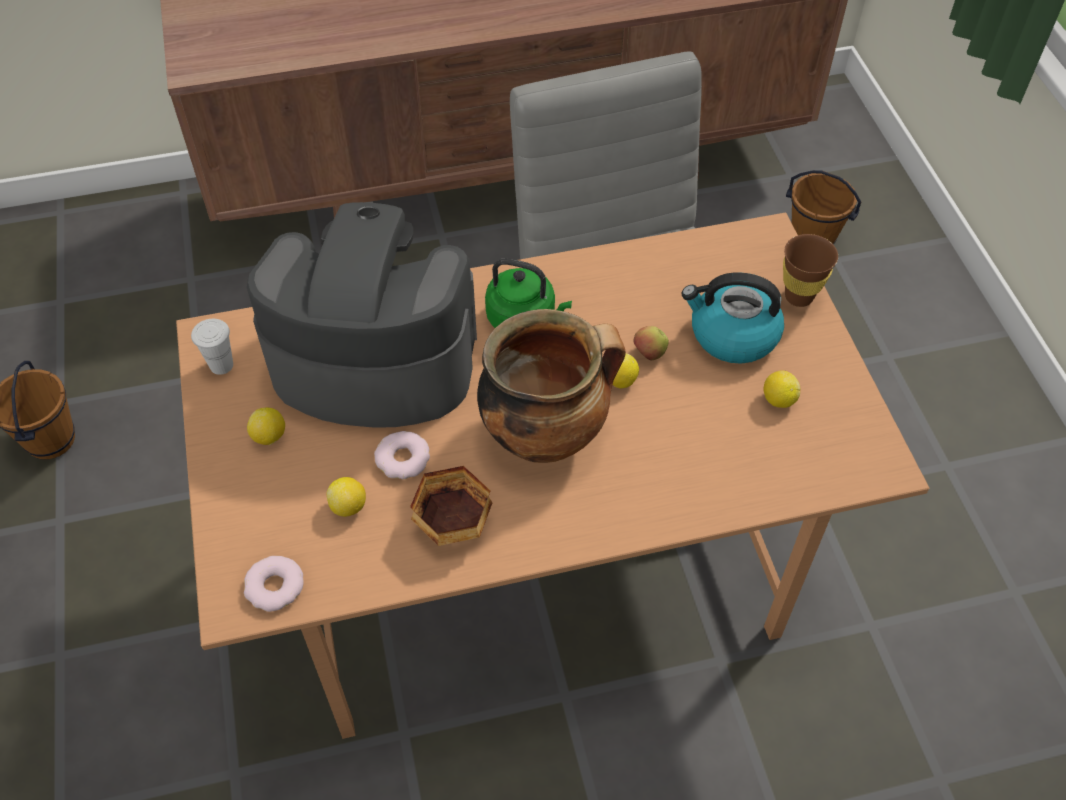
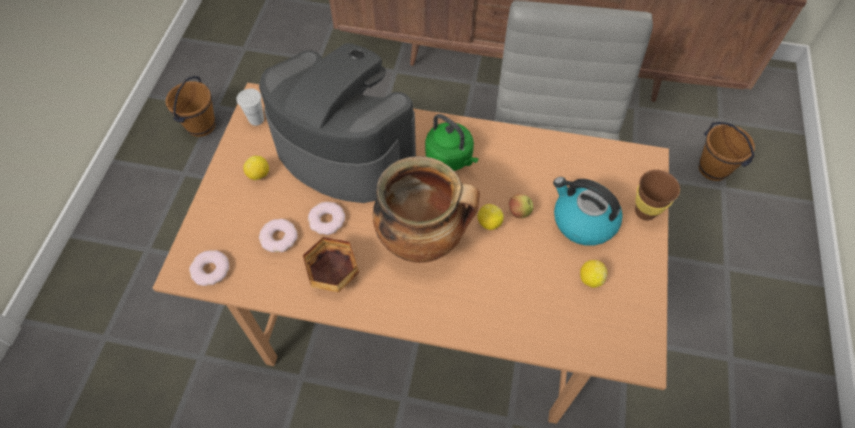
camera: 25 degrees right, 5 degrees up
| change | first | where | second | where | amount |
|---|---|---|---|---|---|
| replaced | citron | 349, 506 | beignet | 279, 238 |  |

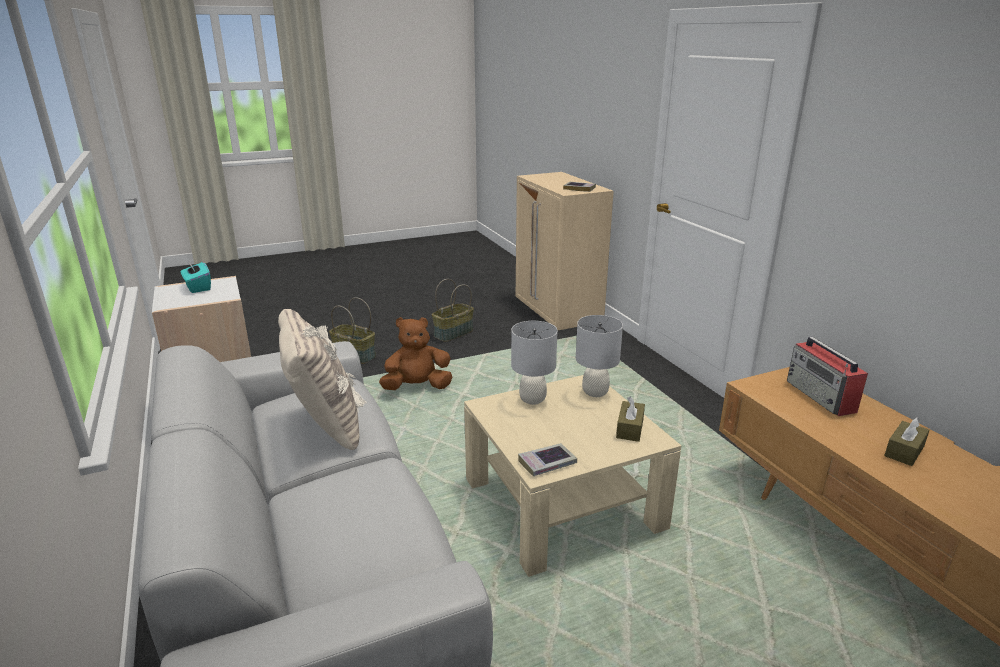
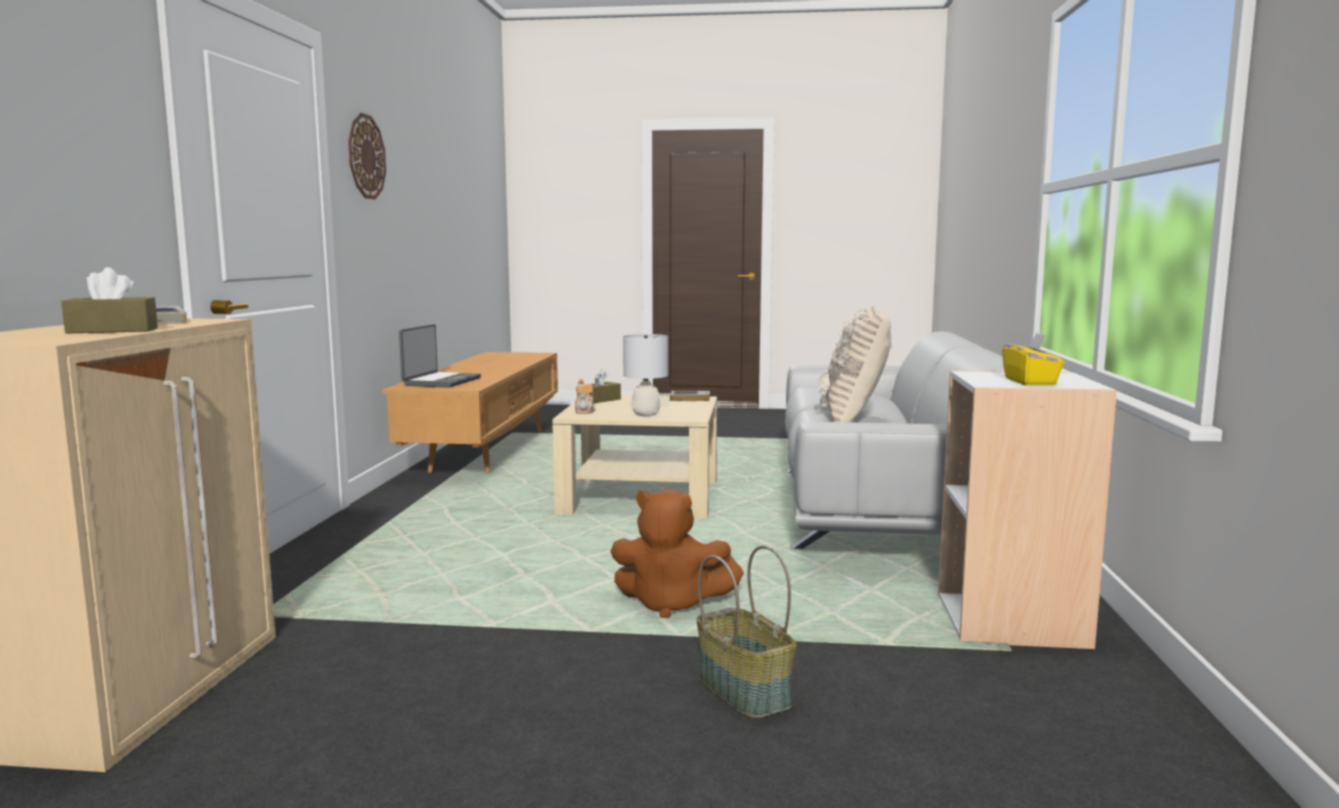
camera: 150 degrees left, 15 degrees down
| change | first | where | second | where | amount |
|---|---|---|---|---|---|
| moved | boîte à mouchoirs/marron | 904, 451 |  | 112, 330 |  |
| added |  |  | horloge murale | 366, 156 |  |
| replaced | radio | 821, 396 | ordinateur portable | 441, 381 |  |
| replaced | lampe de table/gris | 595, 394 | théière | 584, 411 |  |
| recoloured | boîte à mouchoirs/turquoise | 198, 287 | boîte à mouchoirs/jaune | 1030, 382 |  |
| removed | panier | 453, 333 |  |  |  |

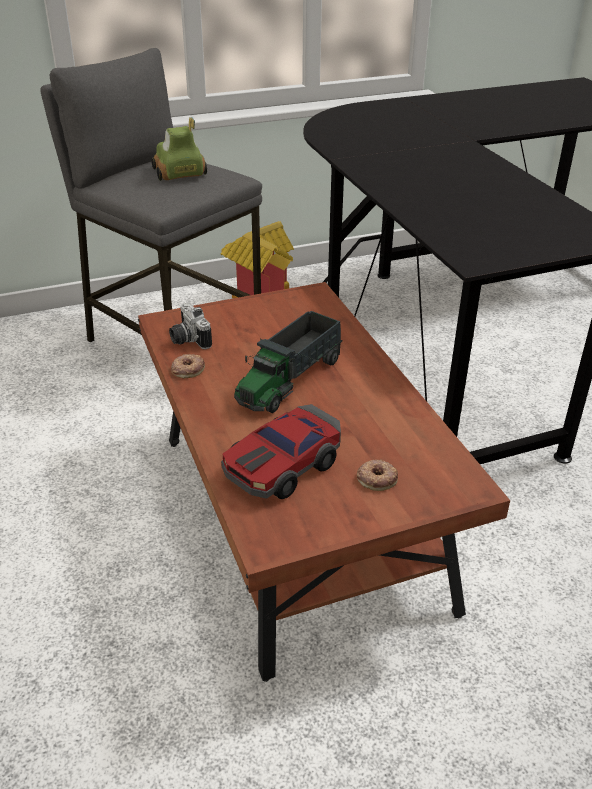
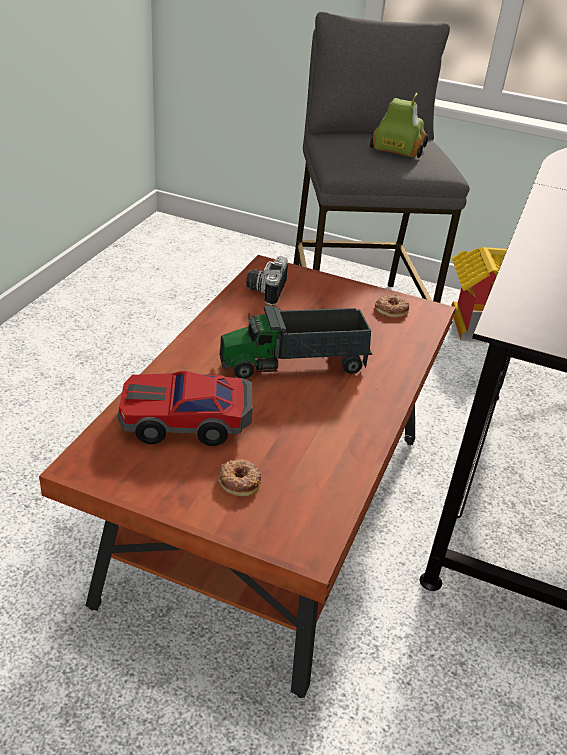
camera: 40 degrees right, 0 degrees up
| change | first | where | second | where | amount |
|---|---|---|---|---|---|
| moved | beignet | 187, 369 |  | 391, 309 |  |

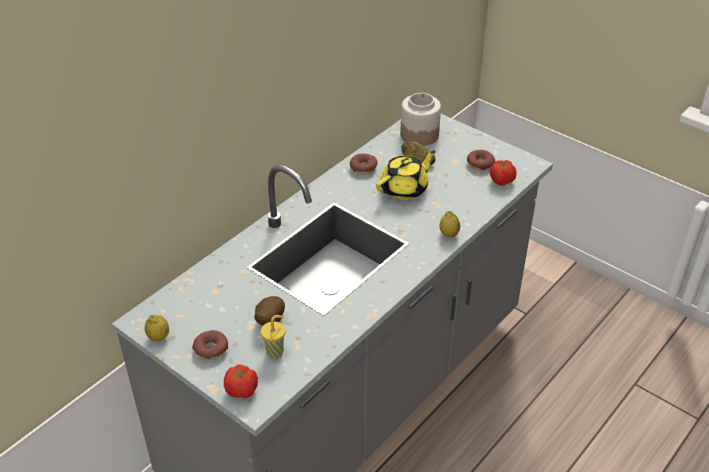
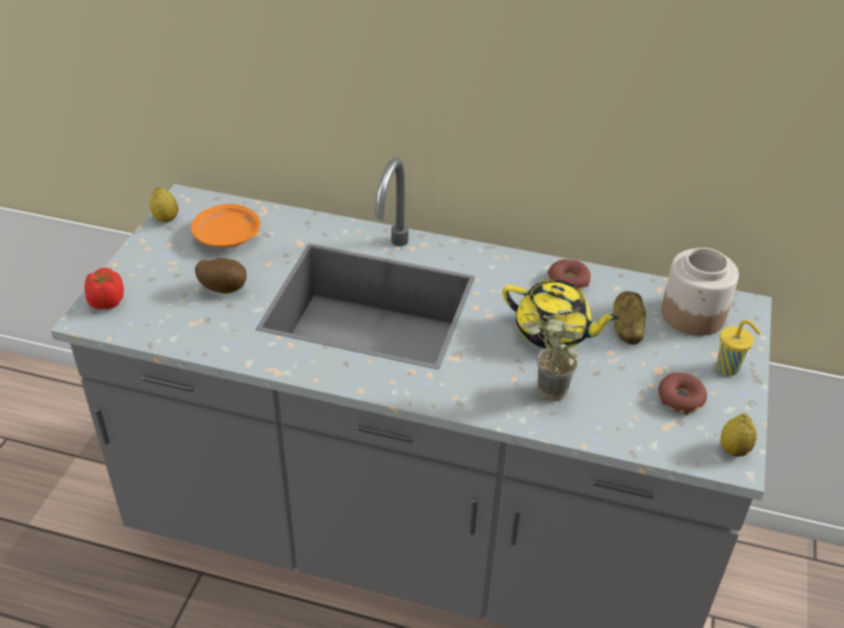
camera: 65 degrees right, 0 degrees up
| change | first | where | second | where | amount |
|---|---|---|---|---|---|
| added |  |  | assiette/orange | 227, 237 |  |
| added |  |  | plante en pot | 543, 393 |  |
| moved | tasse/jaune | 275, 351 |  | 729, 369 |  |
| moved | citron | 449, 234 |  | 733, 450 |  |
| removed | beignet | 211, 349 |  |  |  |
| removed | tomate | 502, 181 |  |  |  |

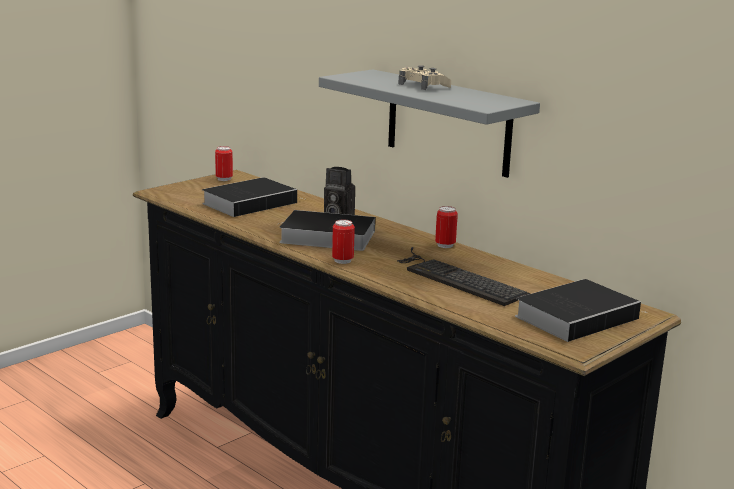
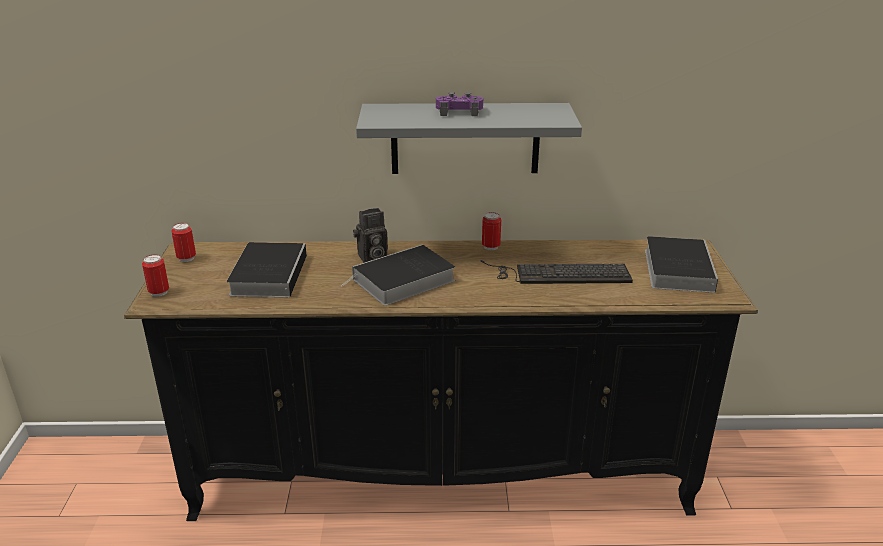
camera: 45 degrees left, 10 degrees up
| change | first | where | second | where | amount |
|---|---|---|---|---|---|
| moved | boîte métallique | 342, 260 |  | 159, 292 |  |
| recoloured | manette/beige | 423, 86 | manette/violet | 459, 111 |  |

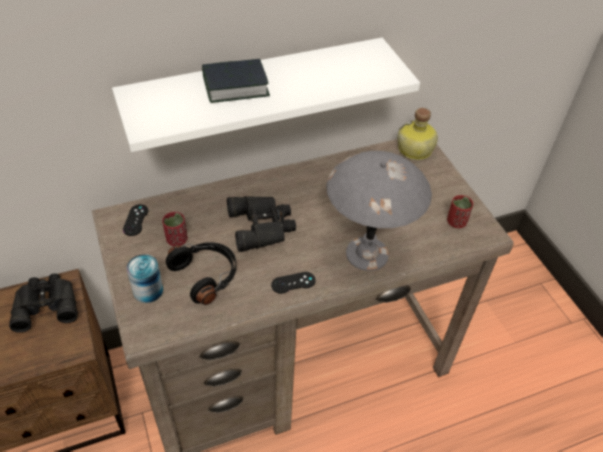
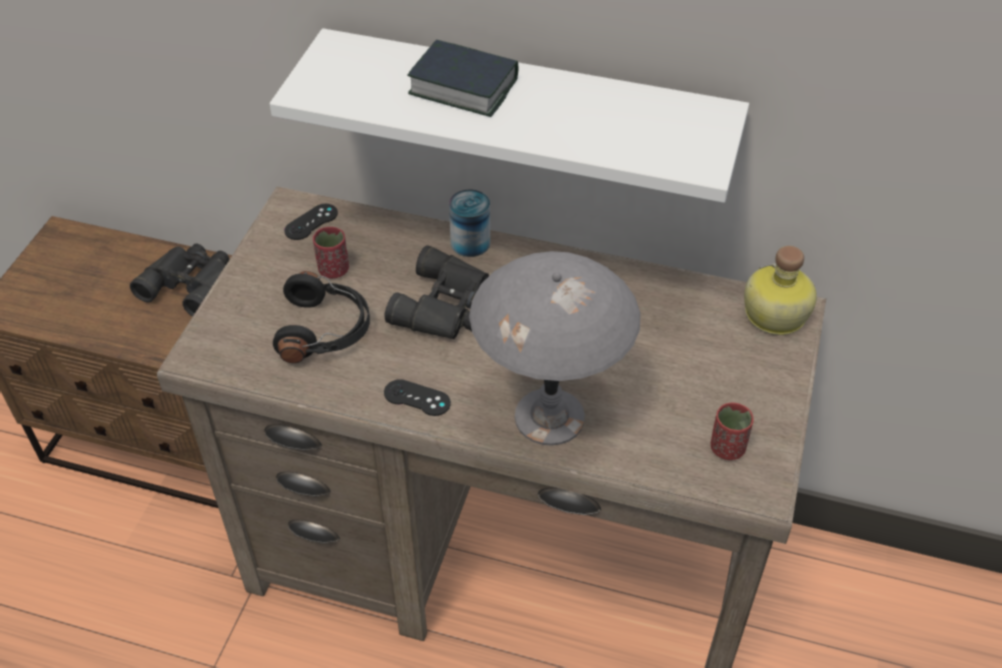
camera: 40 degrees right, 0 degrees up
| change | first | where | second | where | amount |
|---|---|---|---|---|---|
| moved | boîte métallique | 148, 290 |  | 470, 243 |  |

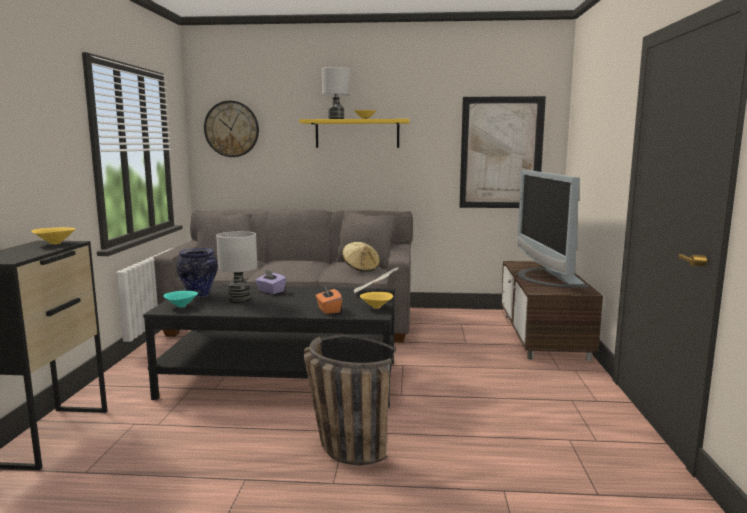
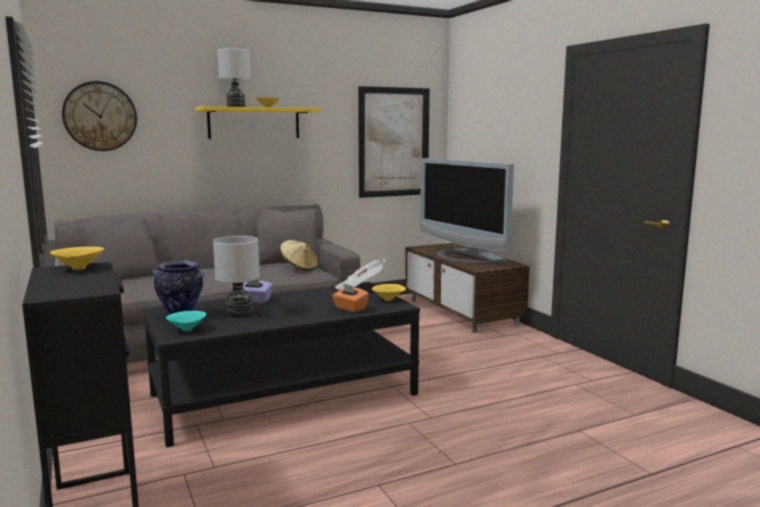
camera: 30 degrees left, 0 degrees up
| change | first | where | second | where | amount |
|---|---|---|---|---|---|
| removed | panier | 340, 446 |  |  |  |

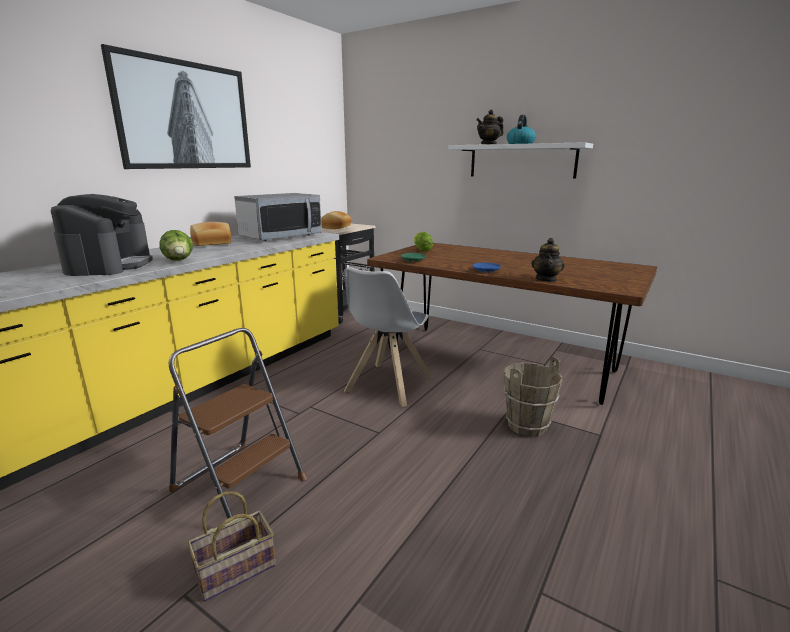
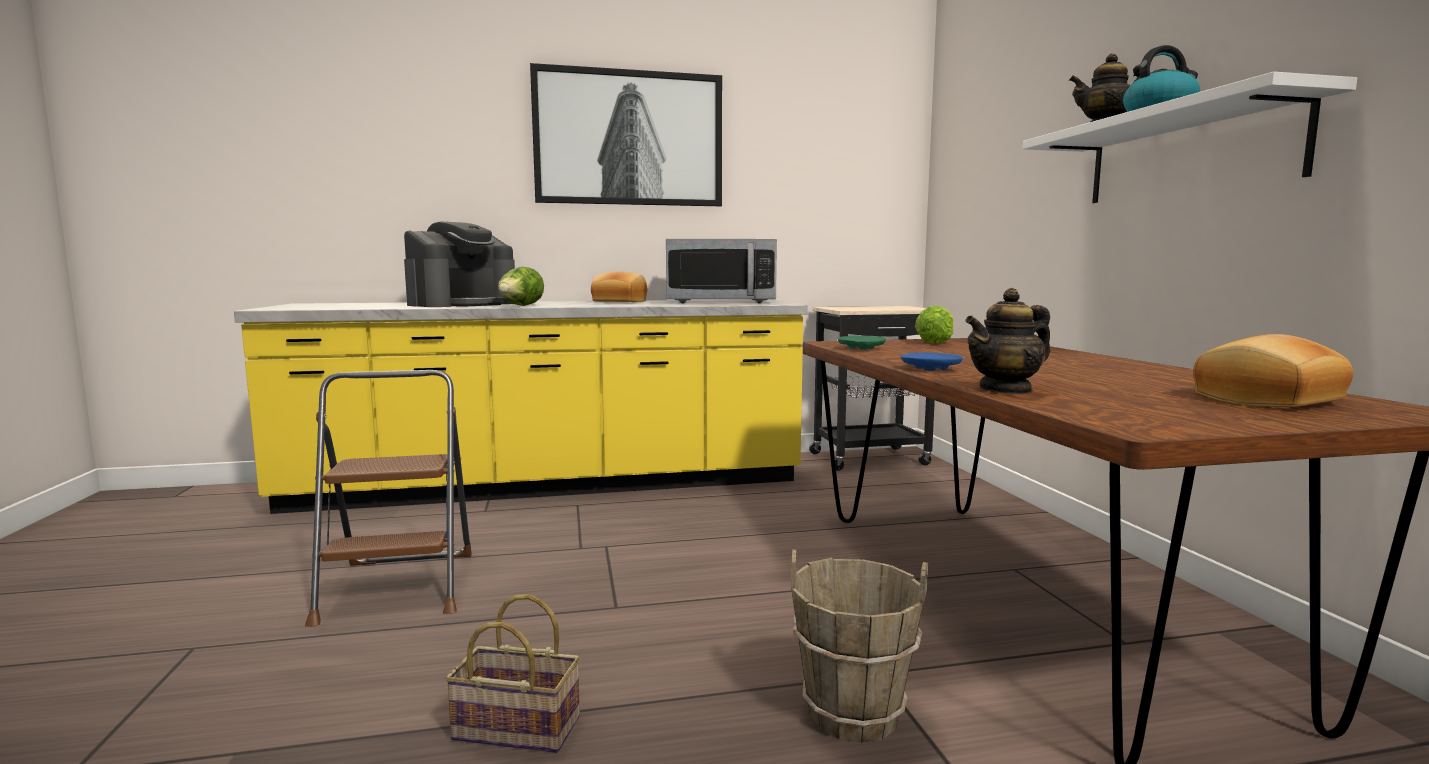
camera: 45 degrees right, 10 degrees down
| change | first | where | second | where | amount |
|---|---|---|---|---|---|
| moved | panier | 234, 572 |  | 513, 729 |  |
| moved | pain | 336, 227 |  | 1270, 400 |  |
| removed | chaise | 387, 385 |  |  |  |

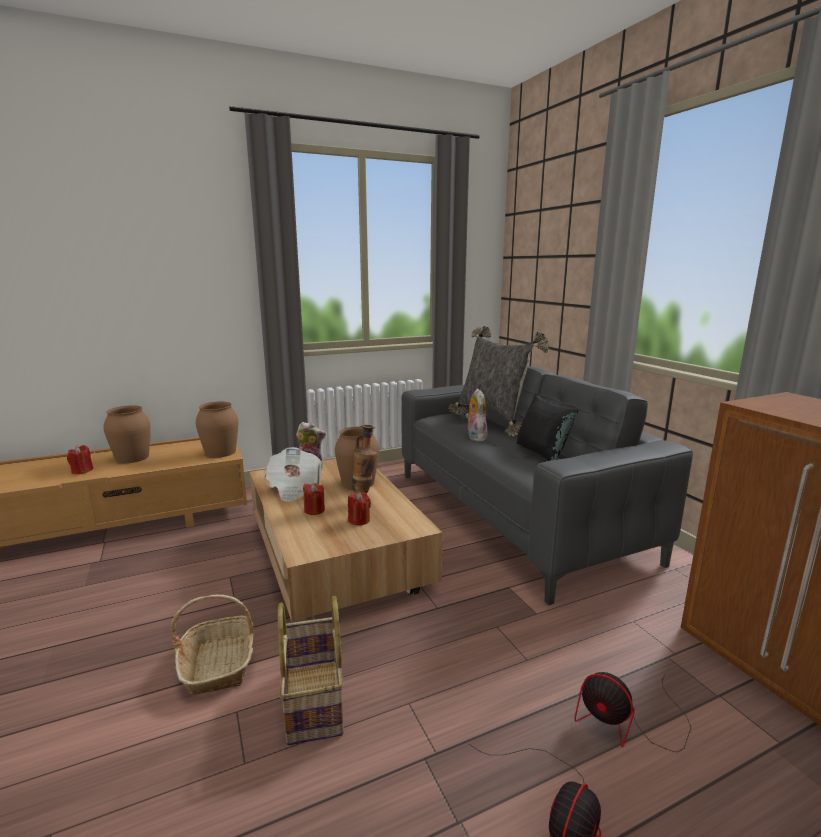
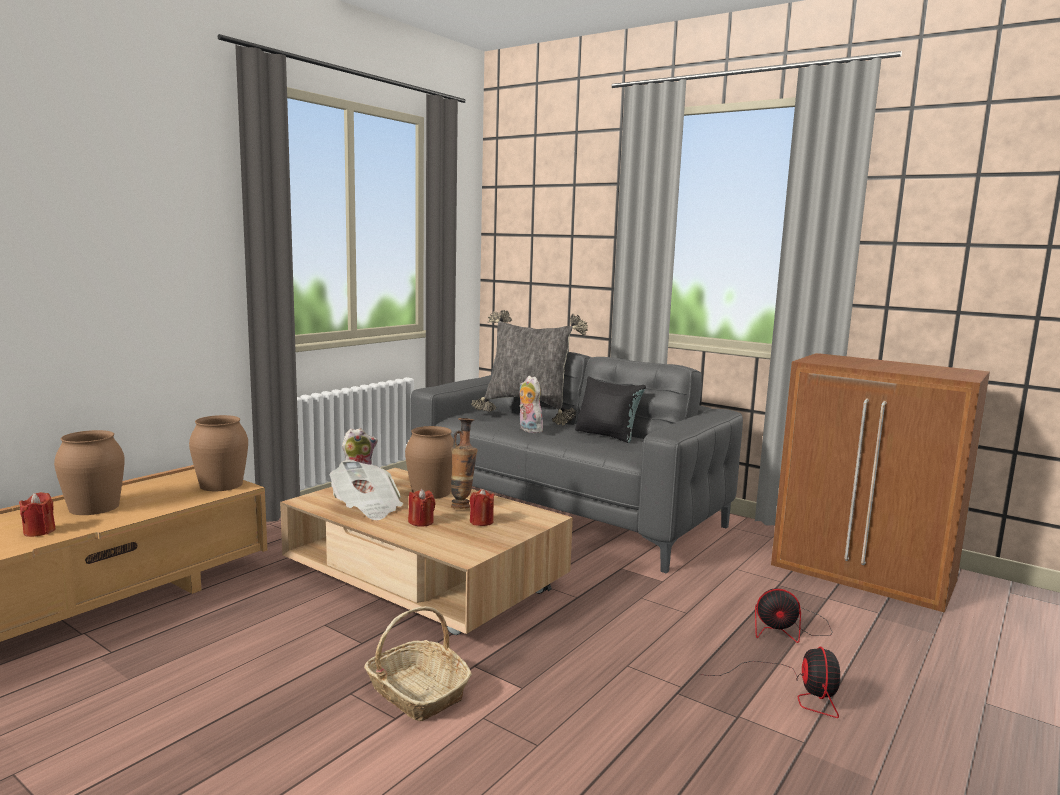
camera: 30 degrees left, 5 degrees down
| change | first | where | second | where | amount |
|---|---|---|---|---|---|
| removed | panier | 315, 700 |  |  |  |

